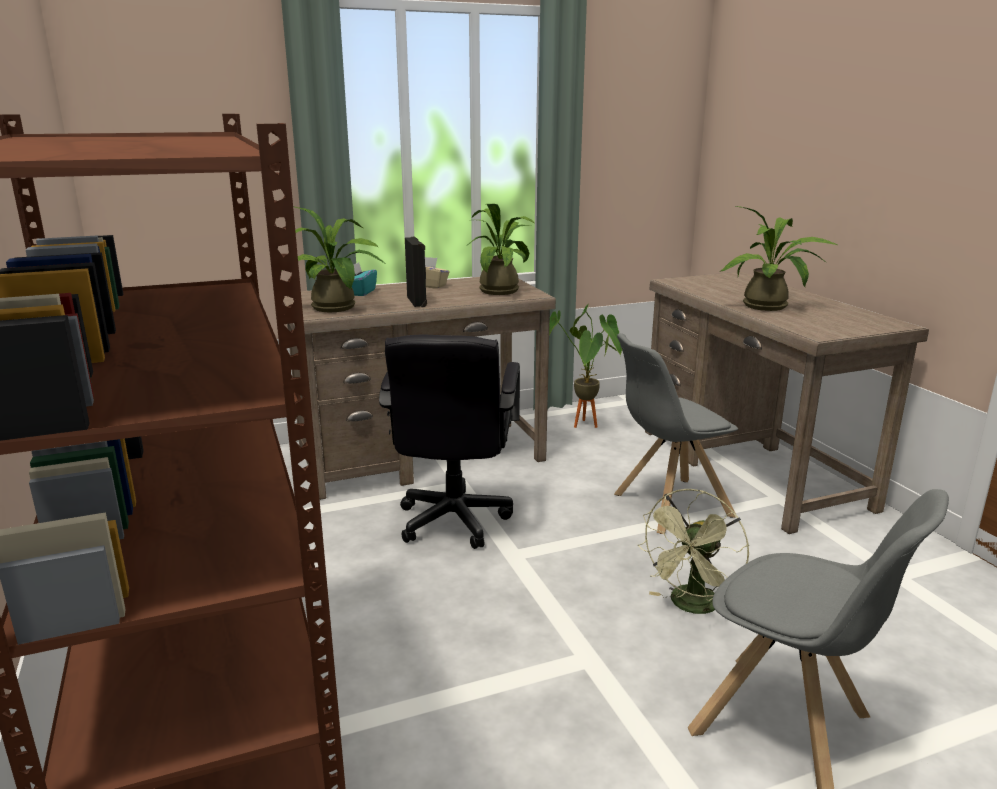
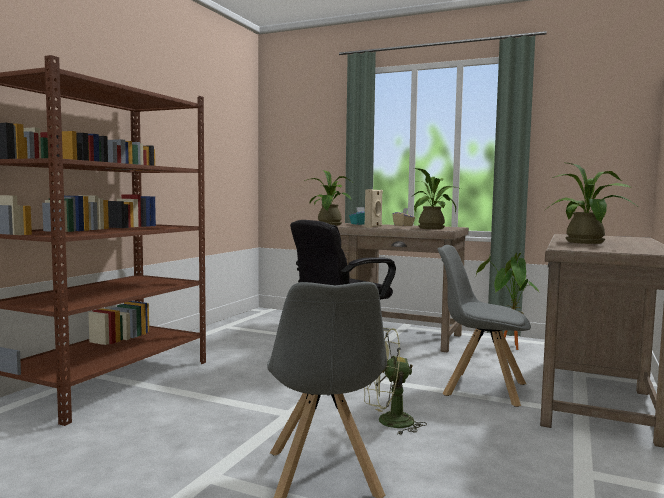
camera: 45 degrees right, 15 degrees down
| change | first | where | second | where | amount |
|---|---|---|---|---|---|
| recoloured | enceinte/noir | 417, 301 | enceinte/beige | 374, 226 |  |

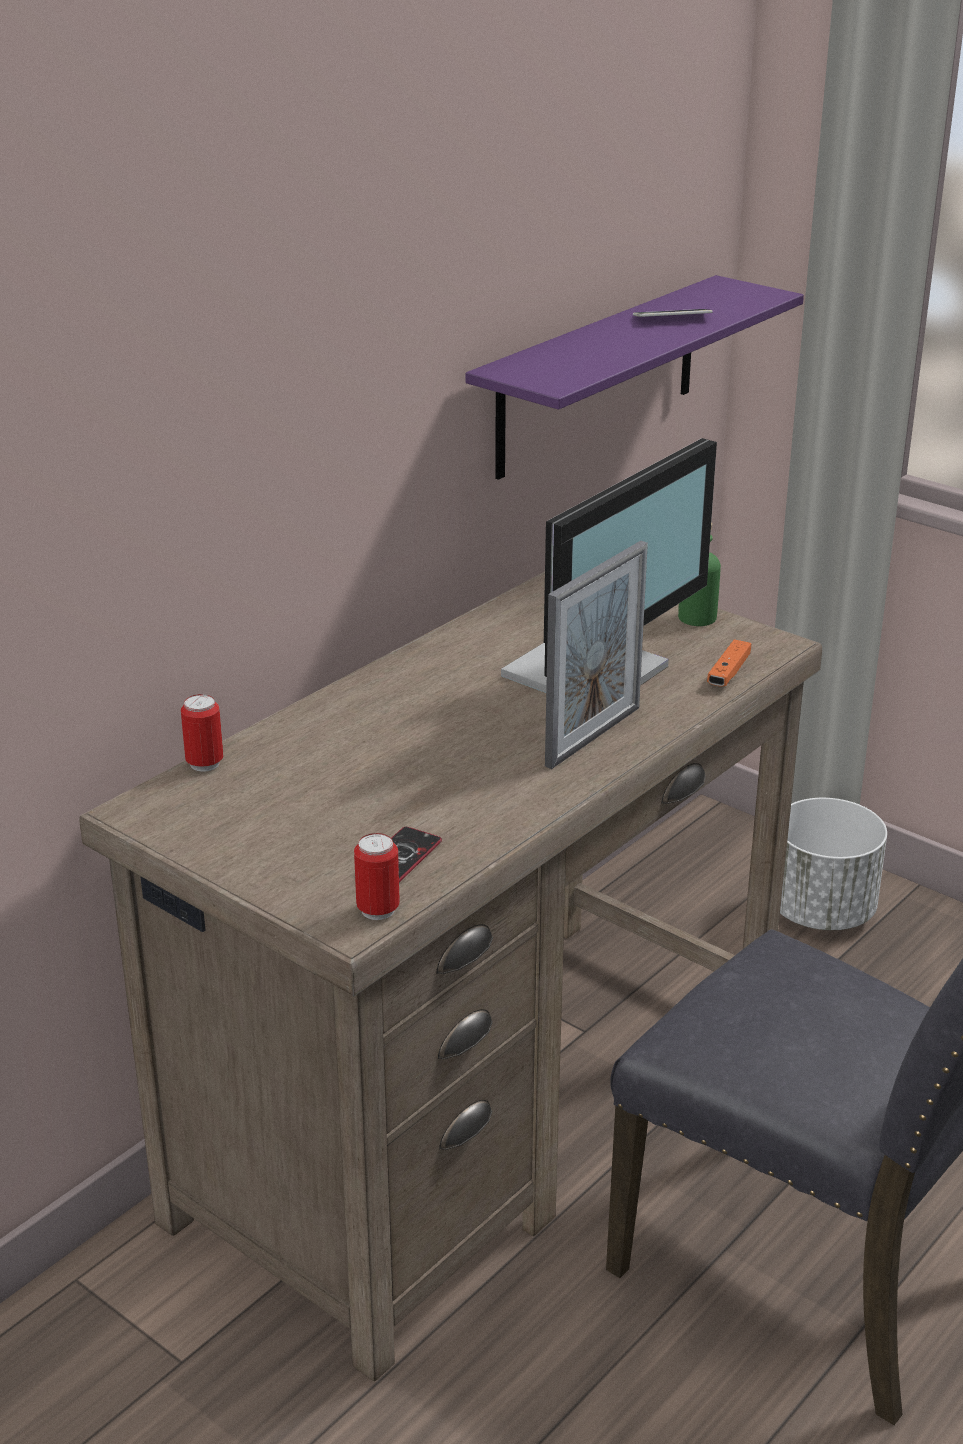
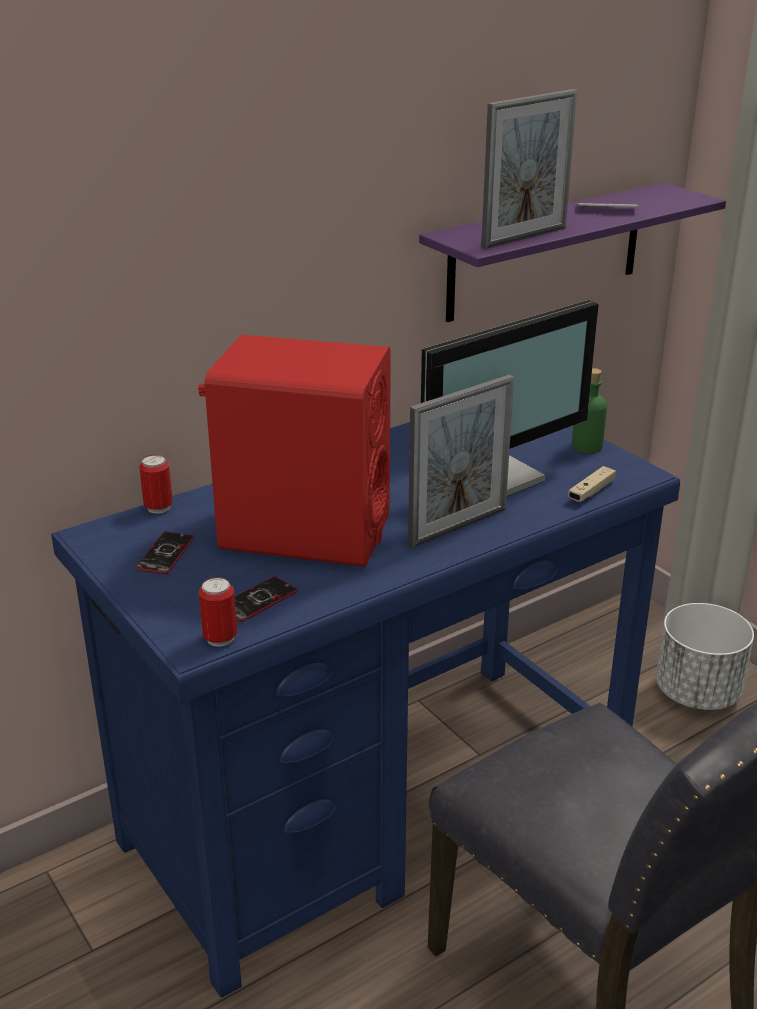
camera: 15 degrees right, 0 degrees up
| change | first | where | second | where | amount |
|---|---|---|---|---|---|
| recoloured | bureau/marron | 481, 1112 | bureau/bleu | 379, 802 |  |
| added |  |  | téléphone | 165, 554 |  |
| added |  |  | enceinte/rouge | 304, 532 |  |
| added |  |  | cadre photo | 524, 237 |  |
| recoloured | manette/orange | 728, 673 | manette/beige | 591, 492 |  |

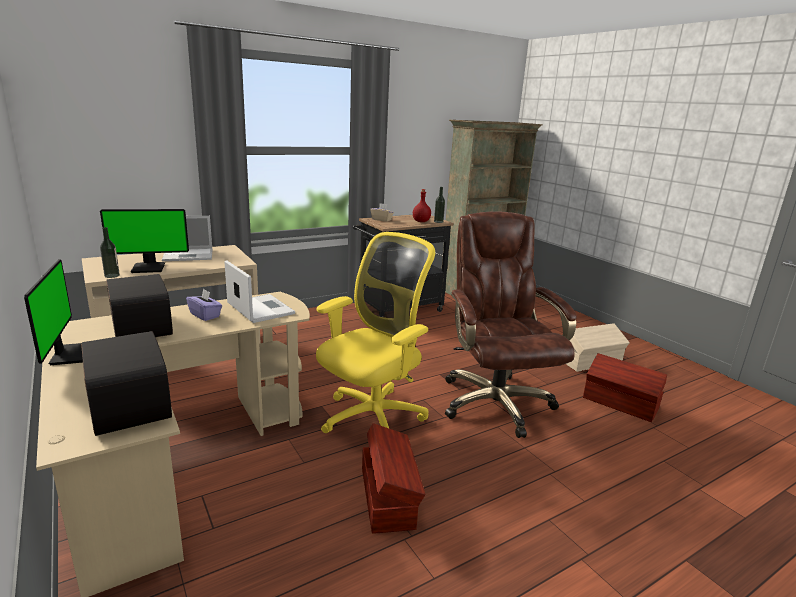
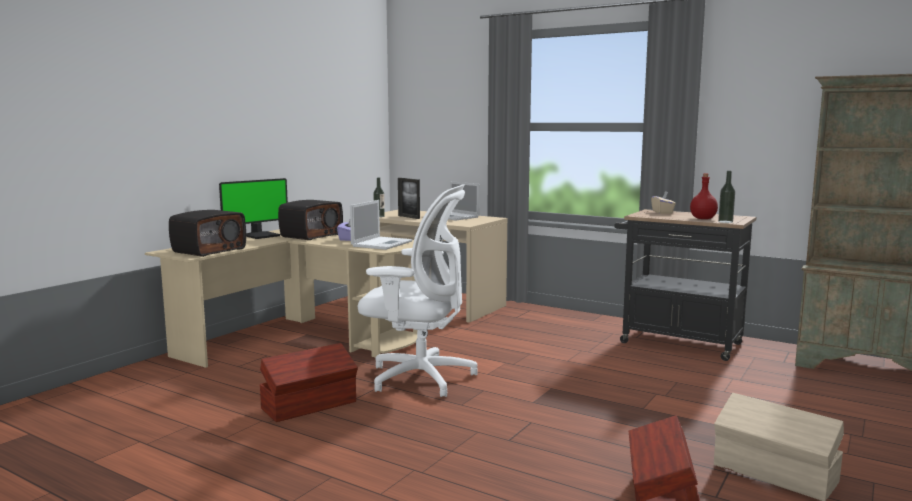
camera: 65 degrees right, 10 degrees down
| change | first | where | second | where | amount |
|---|---|---|---|---|---|
| recoloured | chaise de bureau/jaune | 370, 421 | chaise de bureau/blanc | 414, 378 |  |
| replaced | écran d'ordinateur | 149, 267 | cadre photo | 409, 217 |  |
| removed | chaise de bureau/marron | 495, 402 |  |  |  |

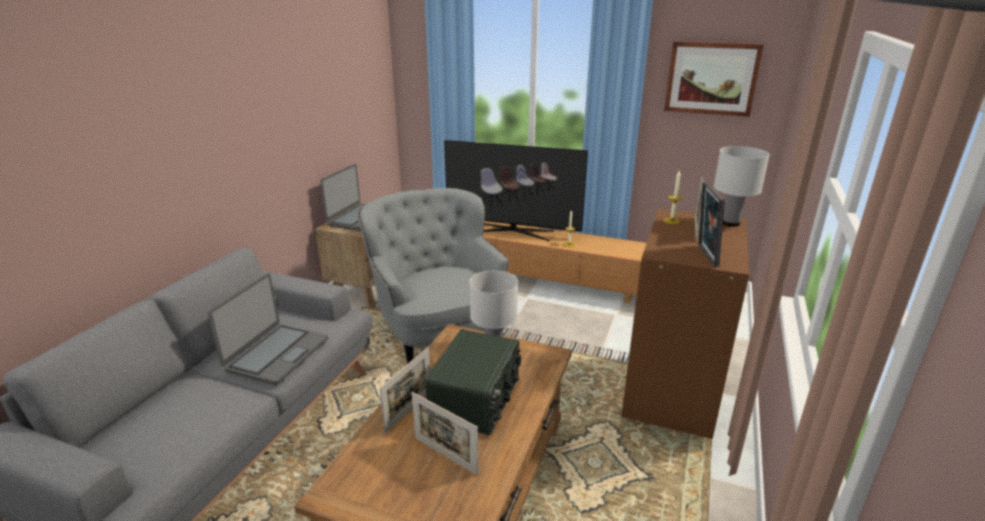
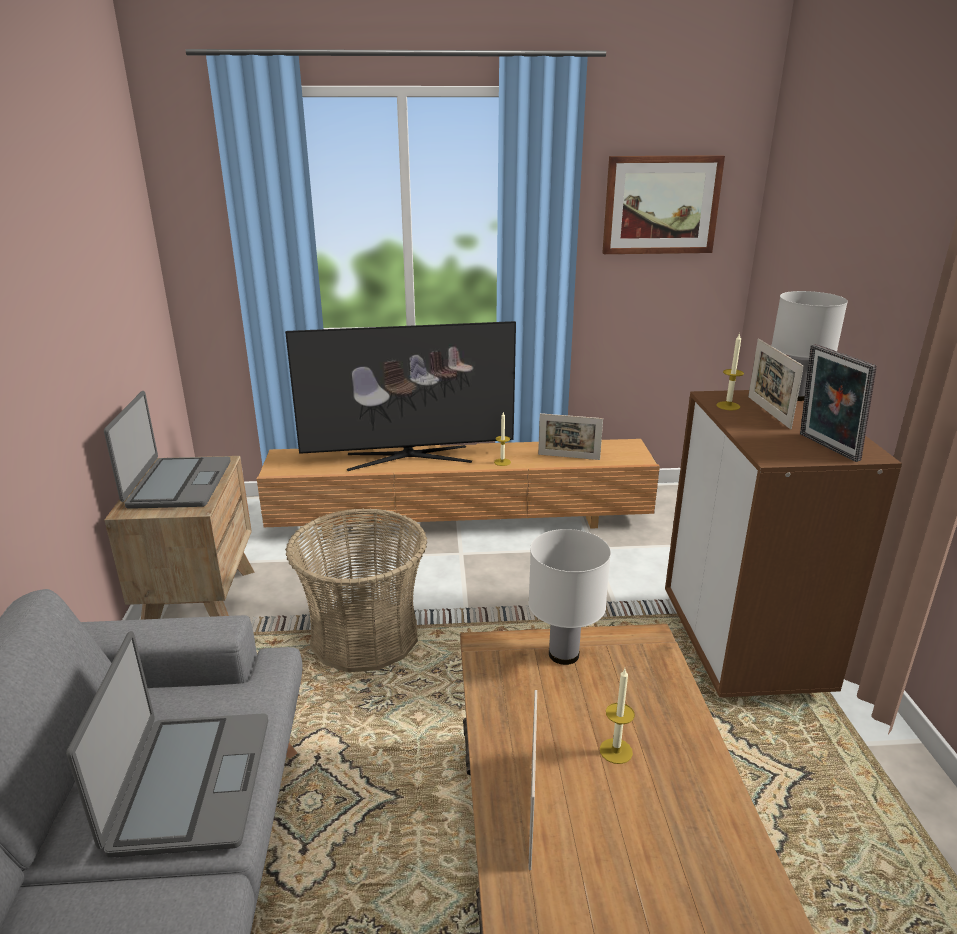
camera: 25 degrees left, 0 degrees up
| change | first | where | second | where | amount |
|---|---|---|---|---|---|
| replaced | fauteuil/gris | 439, 328 | panier | 364, 637 |  |
| moved | cadre photo | 445, 455 |  | 568, 457 |  |
| replaced | radio | 477, 400 | bougie | 616, 751 |  |

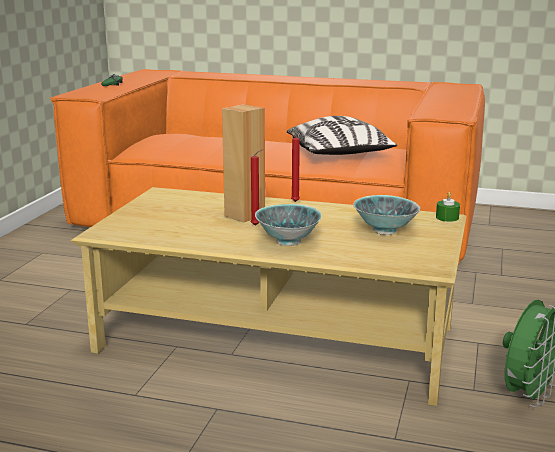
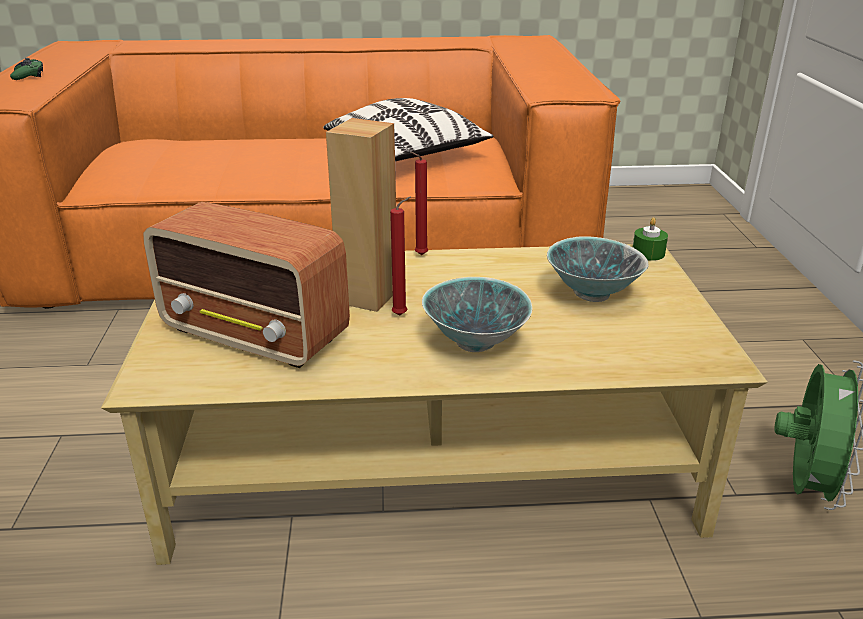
camera: 20 degrees left, 10 degrees up
| change | first | where | second | where | amount |
|---|---|---|---|---|---|
| added |  |  | radio | 256, 335 |  |

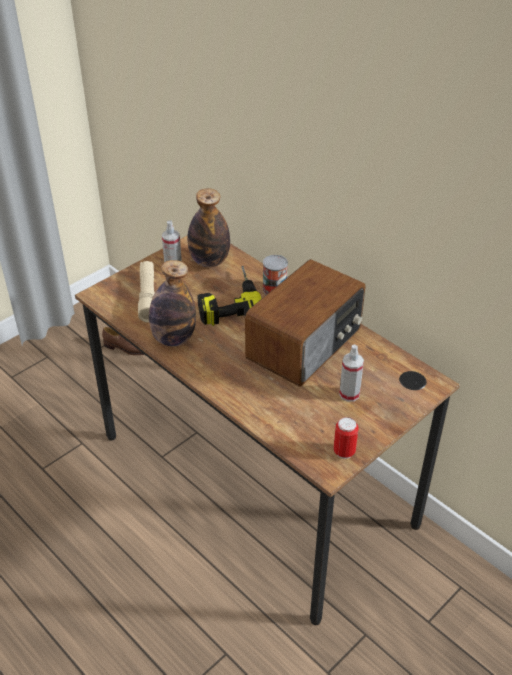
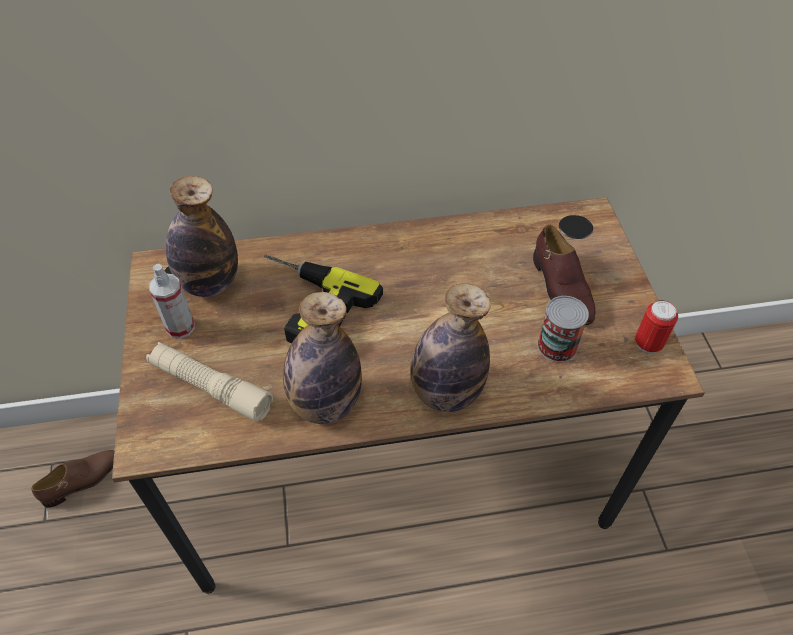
camera: 55 degrees left, 10 degrees up
| change | first | where | second | where | amount |
|---|---|---|---|---|---|
| added |  |  | bouteille | 446, 392 |  |
| replaced | vaporisateur | 349, 394 | chaussure/marron | 561, 288 |  |
| moved | boîte métallique | 274, 289 |  | 557, 346 |  |
| removed | radio | 306, 344 |  |  |  |

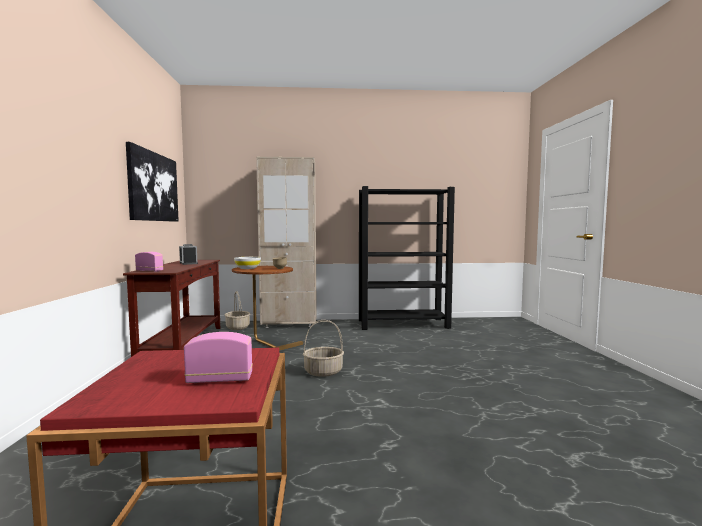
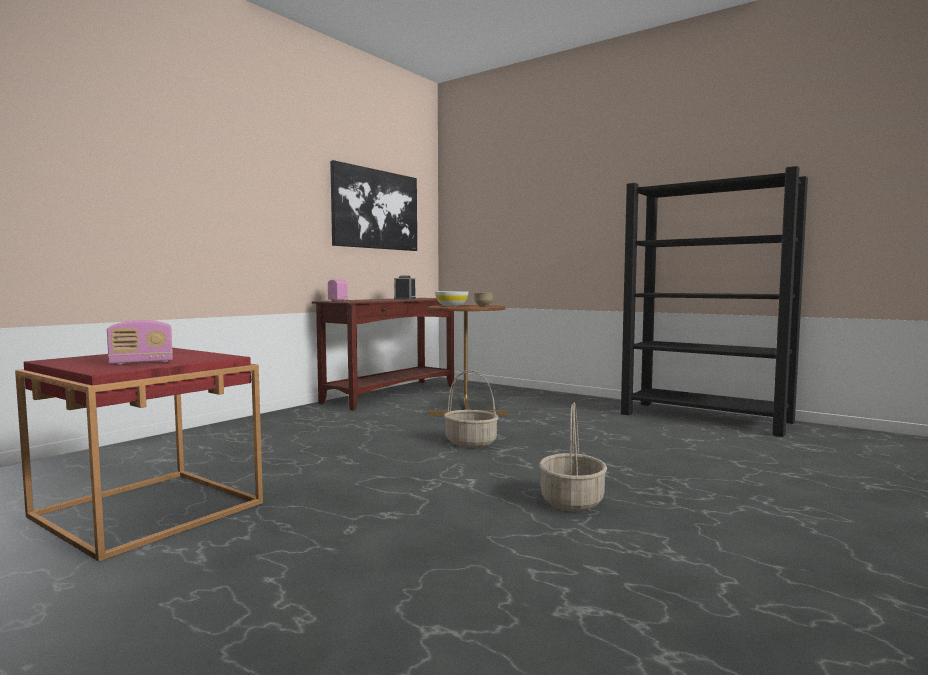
camera: 40 degrees right, 0 degrees up
| change | first | where | second | where | amount |
|---|---|---|---|---|---|
| turned | radio | 220, 379 |  | 141, 362 | 120 degrees clockwise |
| moved | panier | 238, 327 |  | 572, 501 |  |
| removed | meuble de rangement/beige | 290, 324 |  |  |  |

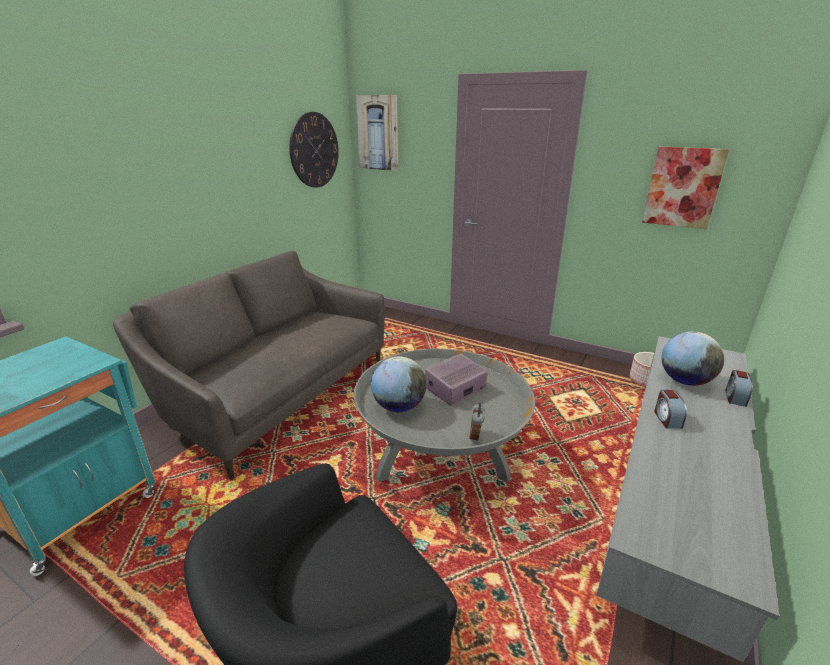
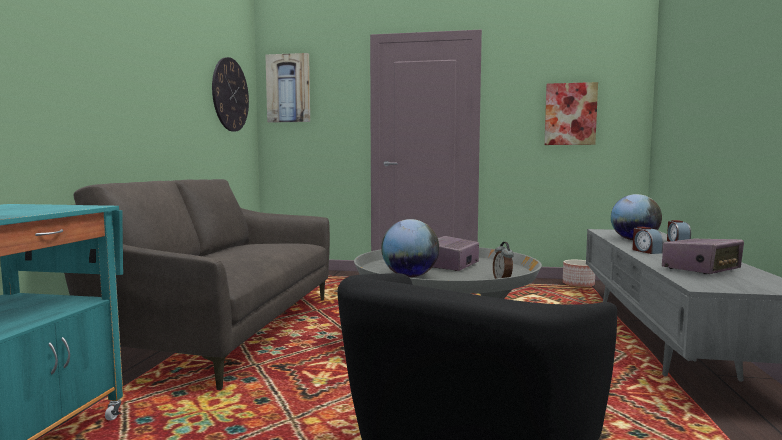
camera: 20 degrees left, 20 degrees down
| change | first | where | second | where | amount |
|---|---|---|---|---|---|
| added |  |  | radio | 701, 269 |  |

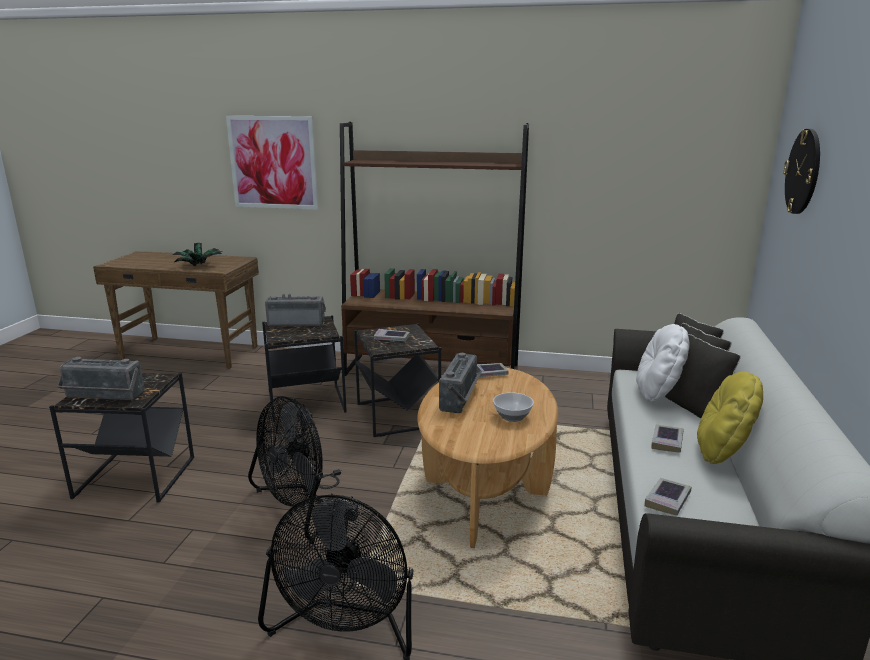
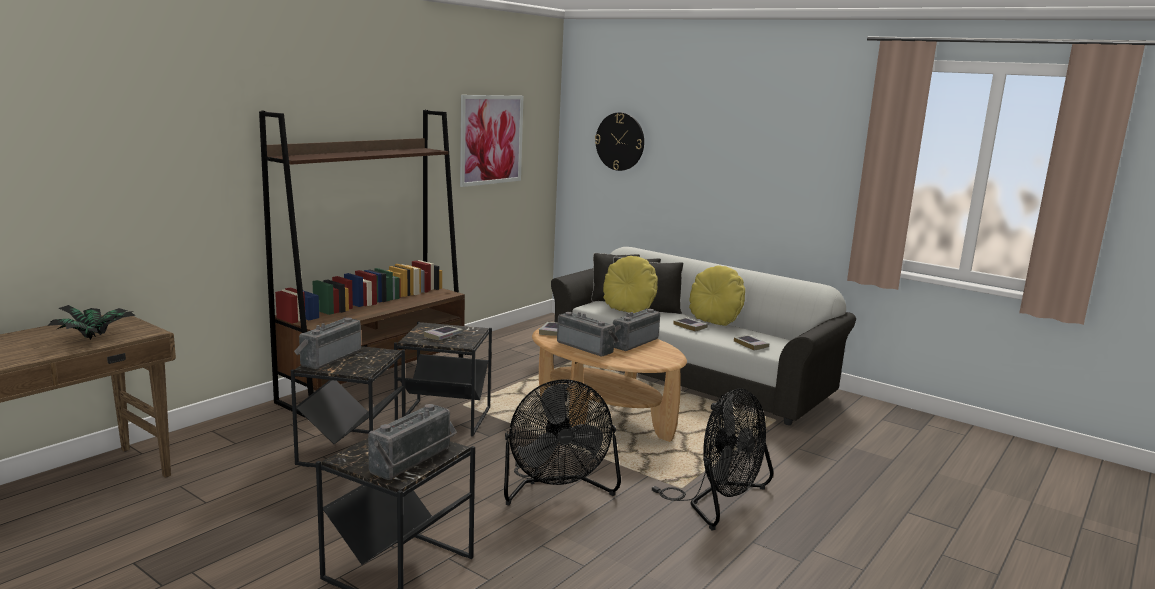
camera: 65 degrees left, 5 degrees down
| change | first | where | second | where | amount |
|---|---|---|---|---|---|
| moved | tableau | 273, 162 |  | 491, 139 |  |
| recoloured | coussin/blanc | 657, 394 | coussin/jaune | 628, 310 |  |
| replaced | bol | 513, 416 | radio | 632, 342 |  |

